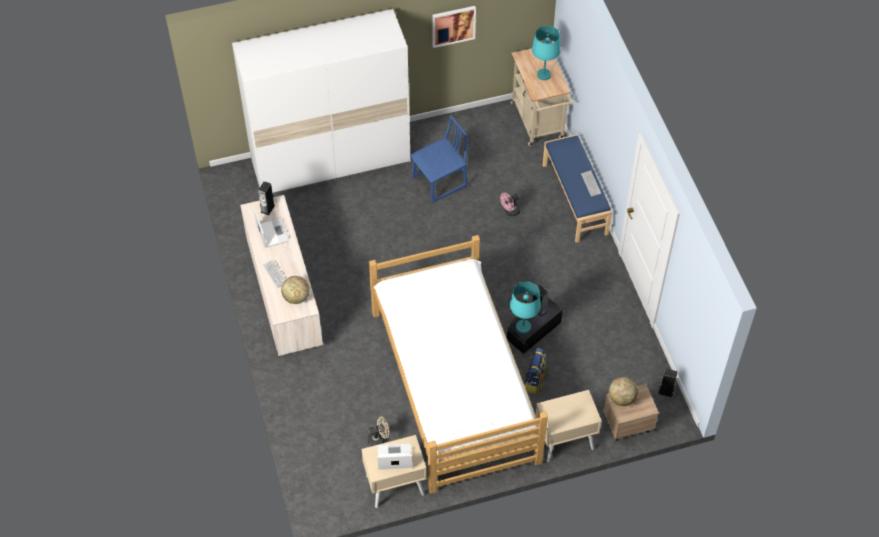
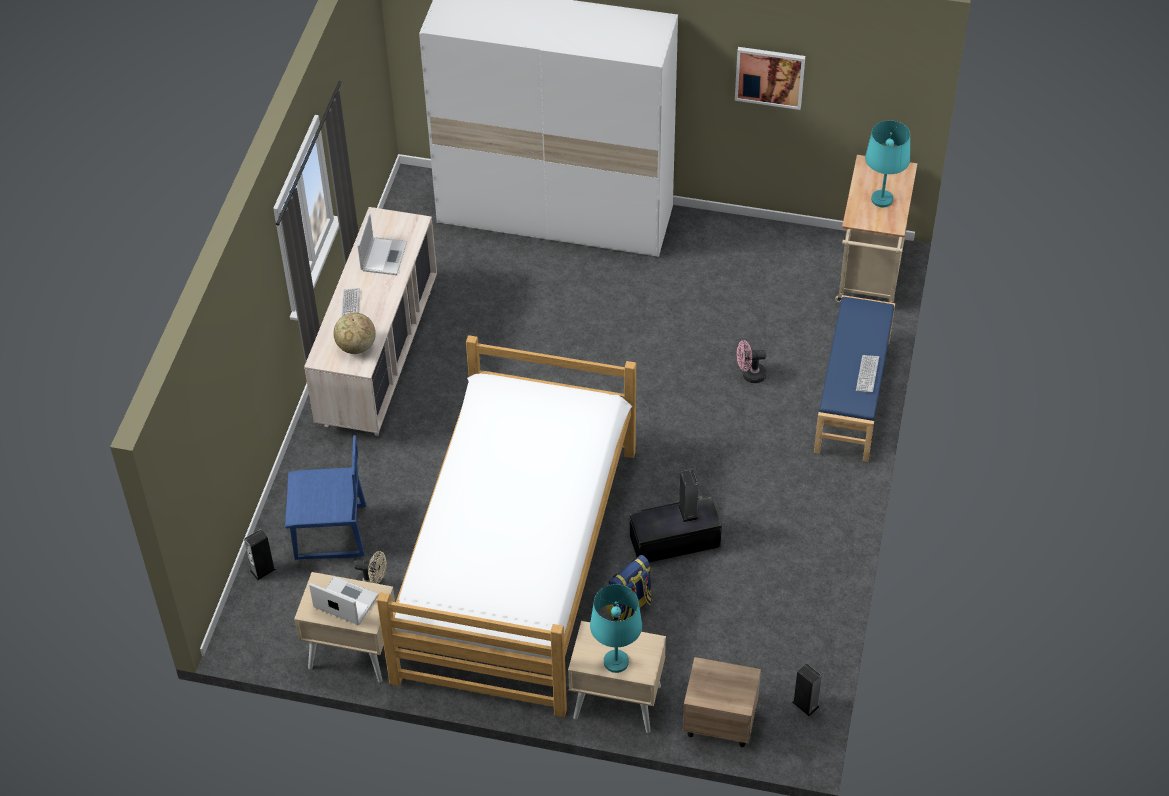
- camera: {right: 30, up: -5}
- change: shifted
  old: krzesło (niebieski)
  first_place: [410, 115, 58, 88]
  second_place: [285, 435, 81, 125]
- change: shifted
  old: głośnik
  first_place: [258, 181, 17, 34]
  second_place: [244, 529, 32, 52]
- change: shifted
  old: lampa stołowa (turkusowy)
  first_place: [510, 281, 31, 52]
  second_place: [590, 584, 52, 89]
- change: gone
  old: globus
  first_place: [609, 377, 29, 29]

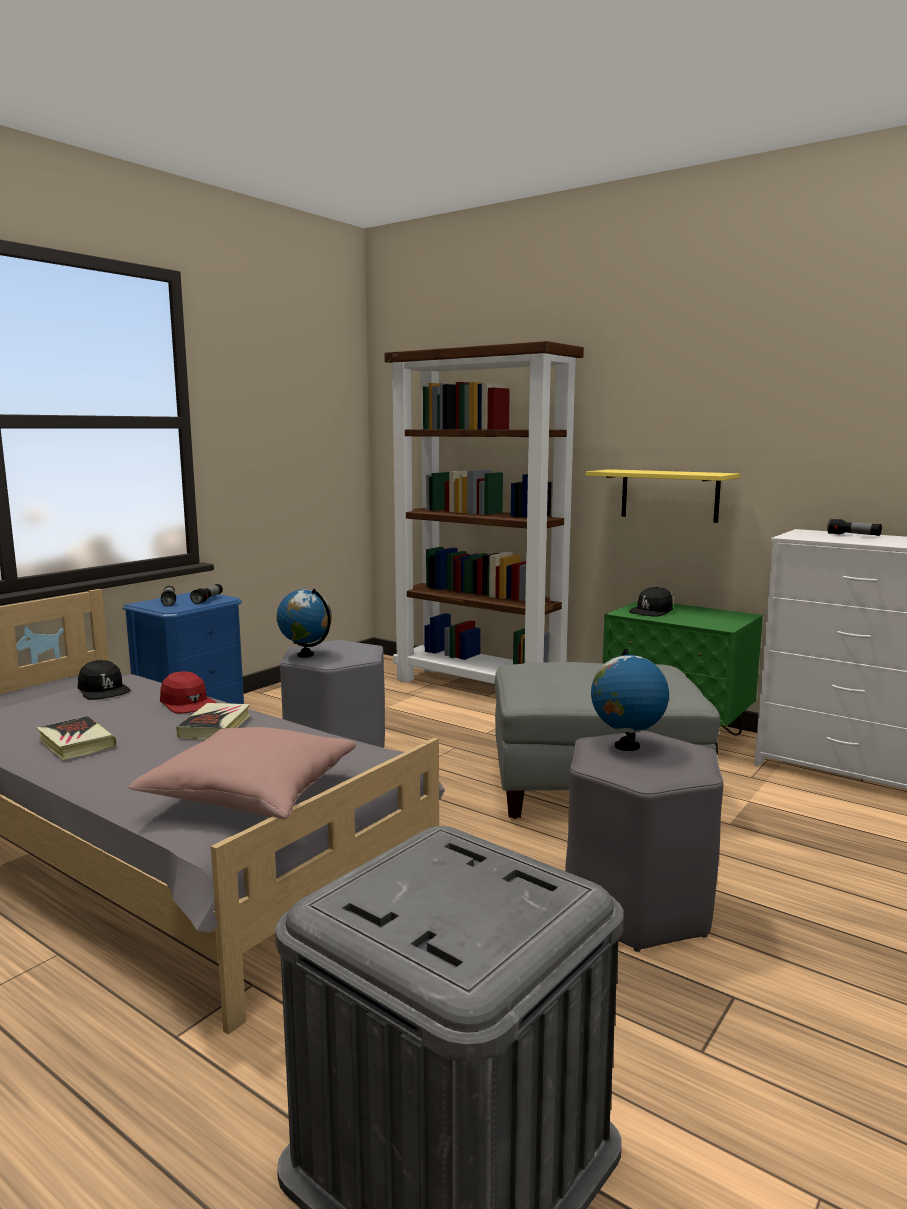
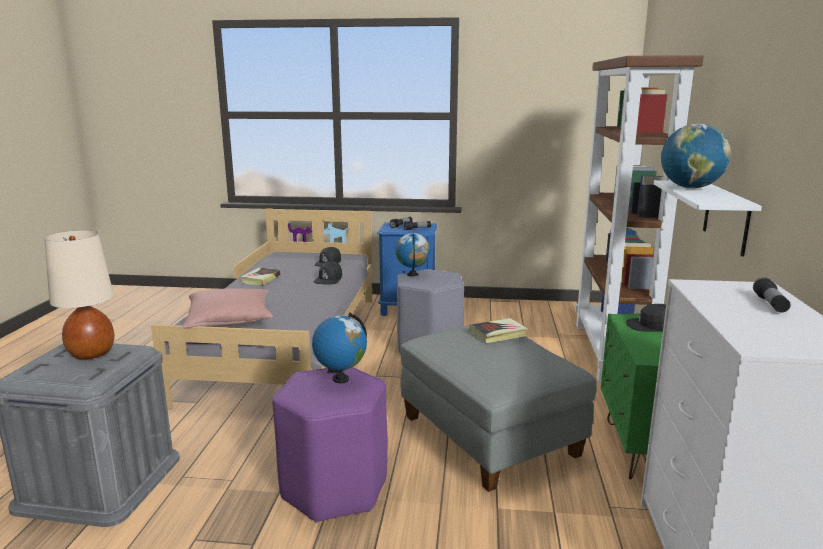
- camera: {right: 60, up: 5}
- change: repainted
  old: półka (żółty)
  new: półka (biały)
  first_place: [586, 469, 154, 54]
  second_place: [654, 180, 108, 77]
- change: repainted
  old: czapka z daszkiem (czerwony)
  new: czapka z daszkiem (czarny)
  first_place: [160, 671, 57, 43]
  second_place: [314, 262, 28, 23]
- change: shifted
  old: książka
  first_place: [176, 703, 74, 37]
  second_place: [470, 318, 57, 25]
- change: repainted
  old: stołek (szary)
  new: stołek (fioletowy)
  first_place: [565, 731, 158, 221]
  second_place: [272, 367, 116, 156]
- change: new
  new: globus
  second_place: [661, 124, 70, 64]
- change: new
  new: lampa stołowa (beżowy)
  second_place: [44, 230, 70, 130]

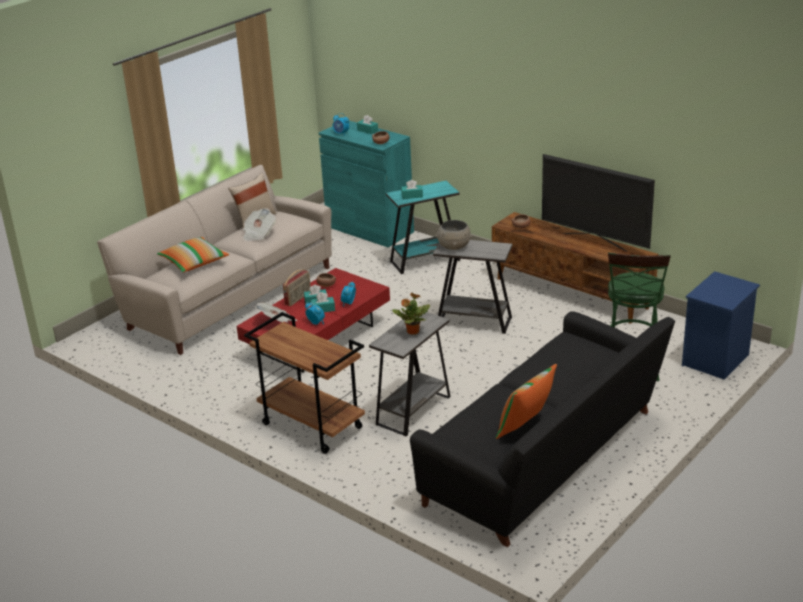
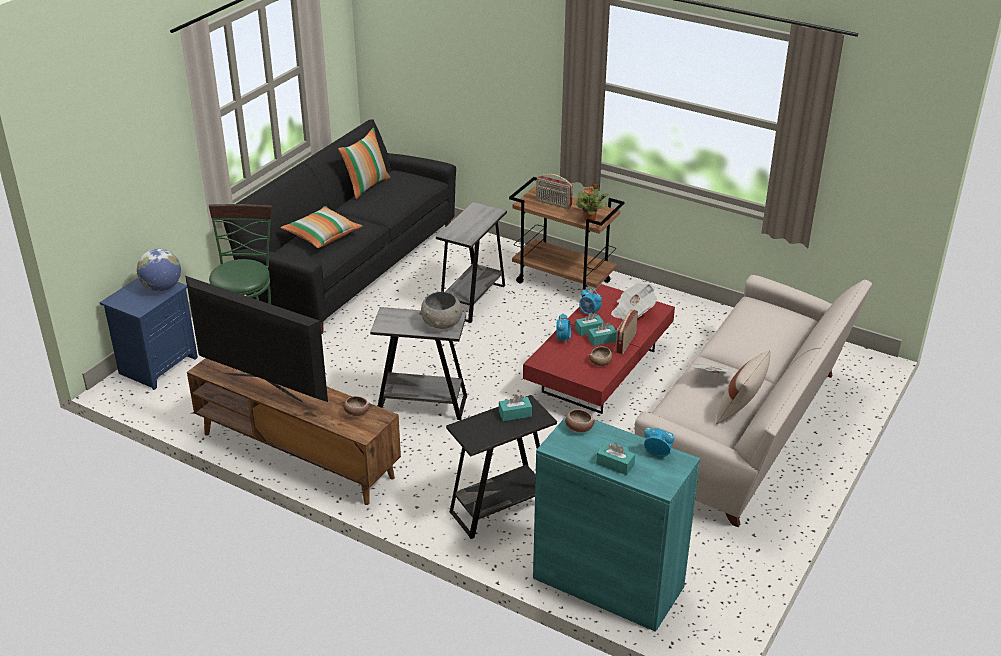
- camera: {right: 170, up: 5}
- change: repainted
  old: stolik (turkusowy)
  new: stolik (czarny)
  first_place: [386, 181, 74, 93]
  second_place: [446, 395, 111, 144]
- change: shifted
  old: poduszka
  first_place: [157, 237, 72, 36]
  second_place: [281, 206, 82, 42]
- change: shifted
  old: roślina doniczkowa
  first_place: [392, 293, 38, 42]
  second_place: [575, 183, 34, 38]
- change: new
  new: radio
  second_place: [536, 174, 37, 35]
- change: new
  new: globus
  second_place: [137, 249, 44, 42]

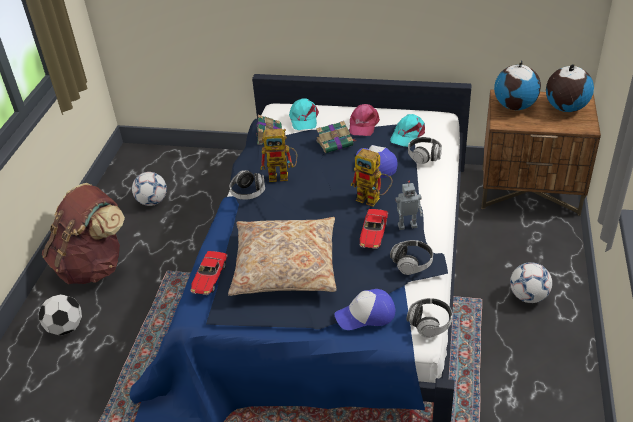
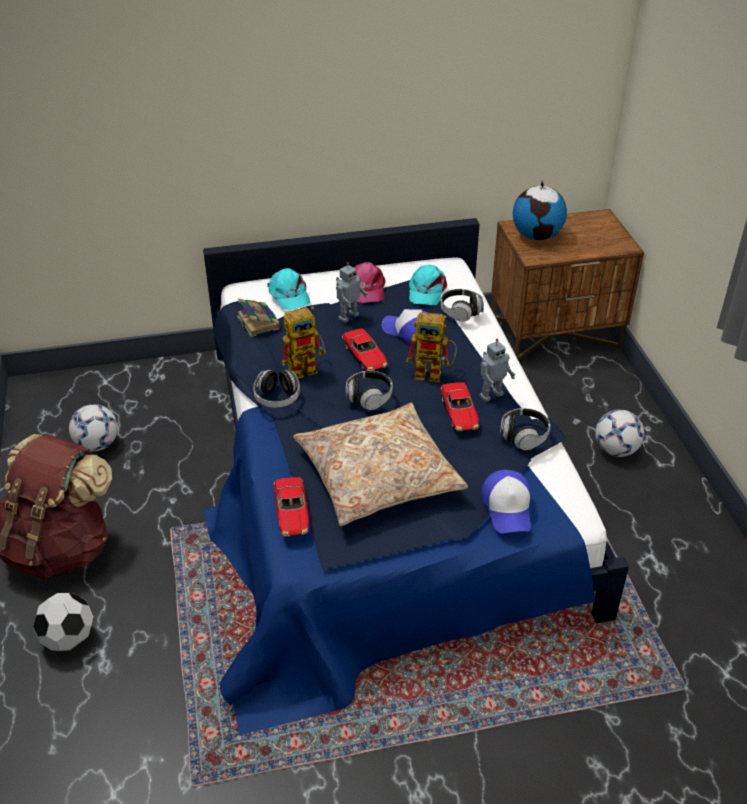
- camera: {right: -25, up: 0}
- change: gone
  old: globus
  first_place: [546, 64, 48, 48]
- change: swapped
  old: książka
  new: robot zabawkowy
  first_place: [316, 121, 41, 32]
  second_place: [336, 262, 32, 61]
- change: rotated
  old: czapka z daszkiem
  first_place: [334, 289, 61, 41]
  second_place: [482, 470, 49, 63]
  degrees: -60
- change: shifted
  old: słuchawki
  first_place: [406, 298, 47, 40]
  second_place: [346, 371, 46, 39]
- change: new
  new: samochodzik
  second_place: [342, 328, 46, 43]

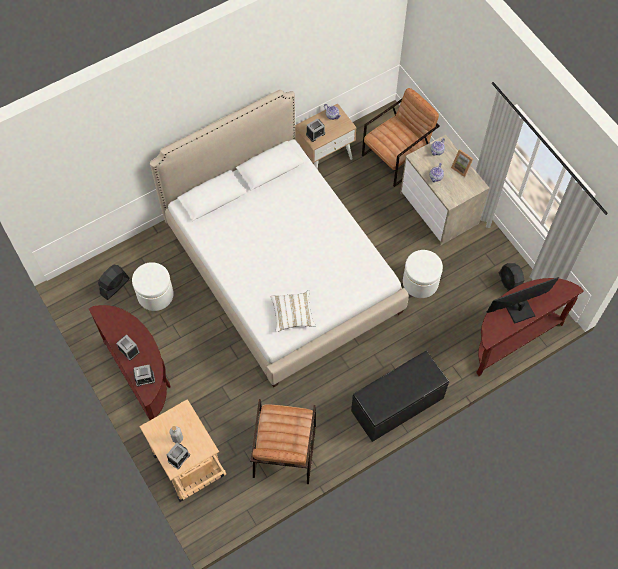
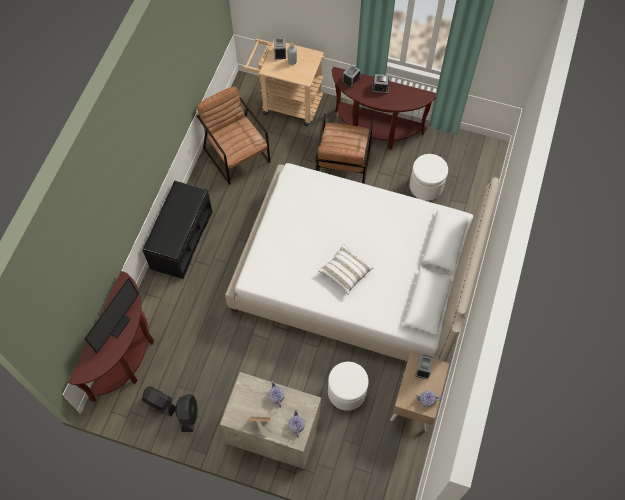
- camera: {right: 140, up: 0}
- change: shifted
  old: fotel (brązowy)
  first_place: [362, 88, 78, 99]
  second_place: [315, 113, 58, 71]
- change: shifted
  old: pufa (biały)
  first_place: [403, 250, 40, 48]
  second_place: [328, 362, 41, 49]
- change: shifted
  old: wentylator (czarny)
  first_place: [98, 265, 31, 35]
  second_place: [175, 394, 23, 38]
- change: shifted
  old: poduszka (biały)
  first_place: [270, 290, 46, 42]
  second_place: [318, 244, 56, 51]

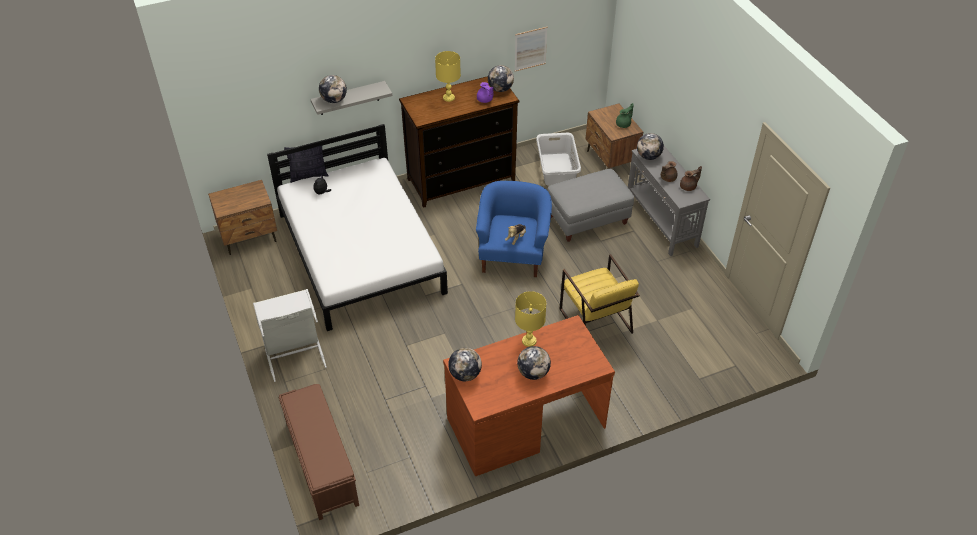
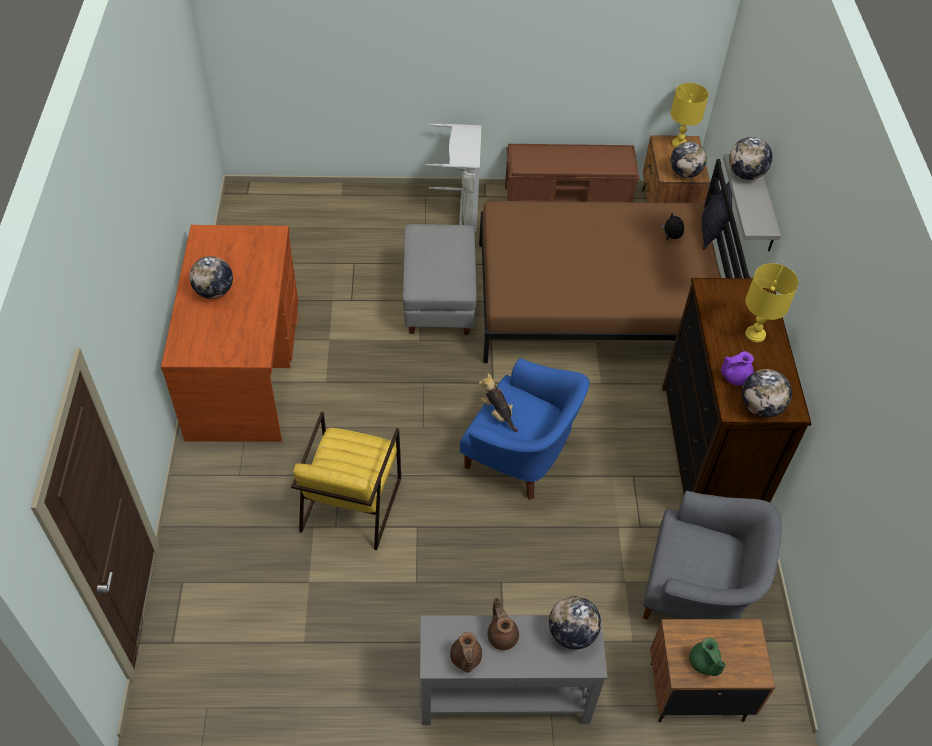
- camera: {right: 110, up: 5}
- change: gone
  old: obraz
  first_place: [515, 27, 33, 44]
- change: repainted
  old: łóżko (biały)
  new: łóżko (brązowy)
  first_place: [267, 124, 181, 207]
  second_place: [479, 159, 271, 204]
- change: swapped
  old: kosz na pranie (szary)
  new: fotel (szary)
  first_place: [536, 133, 45, 53]
  second_place: [643, 491, 139, 129]
- change: shifted
  old: pufa (szary)
  first_place: [547, 169, 87, 73]
  second_place: [403, 224, 74, 111]
- change: rotated
  old: fotel (żółty)
  first_place: [560, 254, 80, 80]
  second_place: [291, 412, 110, 138]
  degrees: -75
- change: shifted
  old: lampa stołowa (żółty)
  first_place: [515, 291, 31, 56]
  second_place: [670, 83, 39, 65]
- change: shifted
  old: globus
  first_place: [448, 348, 34, 33]
  second_place: [670, 141, 37, 37]
- change: shifted
  old: ławka (brązowy)
  first_place: [278, 384, 81, 136]
  second_place: [505, 144, 135, 58]

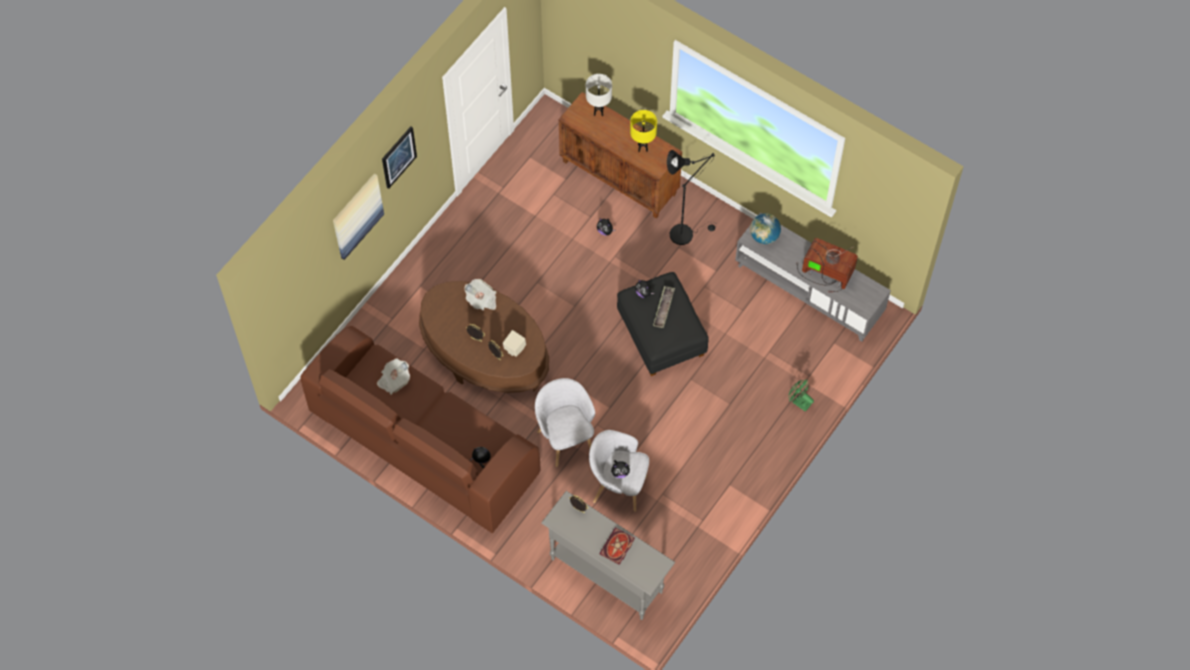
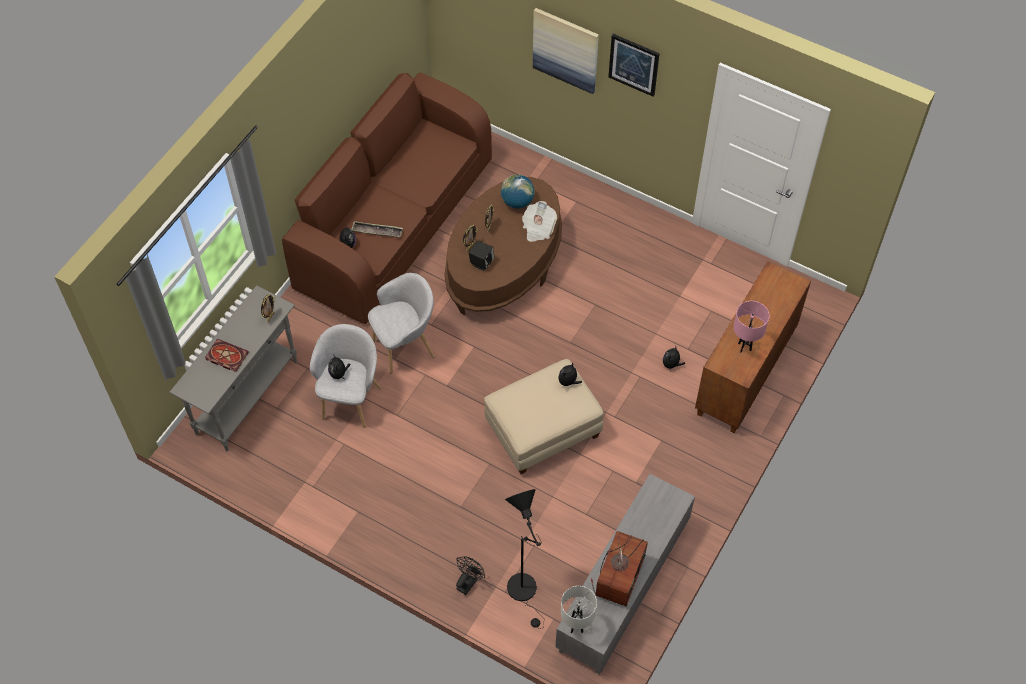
- camera: {right: 85, up: -5}
- change: shifted
  old: lampa stołowa (biały)
  first_place: [586, 74, 26, 42]
  second_place: [561, 586, 36, 47]
- change: repainted
  old: lampa stołowa (żółty)
  new: lampa stołowa (różowy)
  first_place: [630, 110, 27, 42]
  second_place: [734, 301, 35, 51]
- change: shifted
  old: lampa stojąca (czarny)
  first_place: [667, 150, 50, 95]
  second_place: [505, 489, 39, 140]
- change: shifted
  old: globus
  first_place: [750, 214, 31, 30]
  second_place: [501, 175, 34, 34]
- change: repainted
  old: pufa (czarny)
  new: pufa (beżowy)
  first_place: [617, 272, 91, 104]
  second_place: [484, 359, 120, 115]
- change: shifted
  old: taca
  first_place: [653, 286, 22, 42]
  second_place: [351, 221, 52, 16]
- change: repainted
  old: głośnik (beżowy)
  new: głośnik (czarny)
  first_place: [503, 330, 23, 27]
  second_place: [469, 241, 26, 30]
- change: gone
  old: gazeta
  first_place: [377, 358, 33, 37]
- change: repainted
  old: wentylator (zielony)
  new: wentylator (czarny)
  first_place: [789, 380, 25, 32]
  second_place: [456, 556, 29, 39]

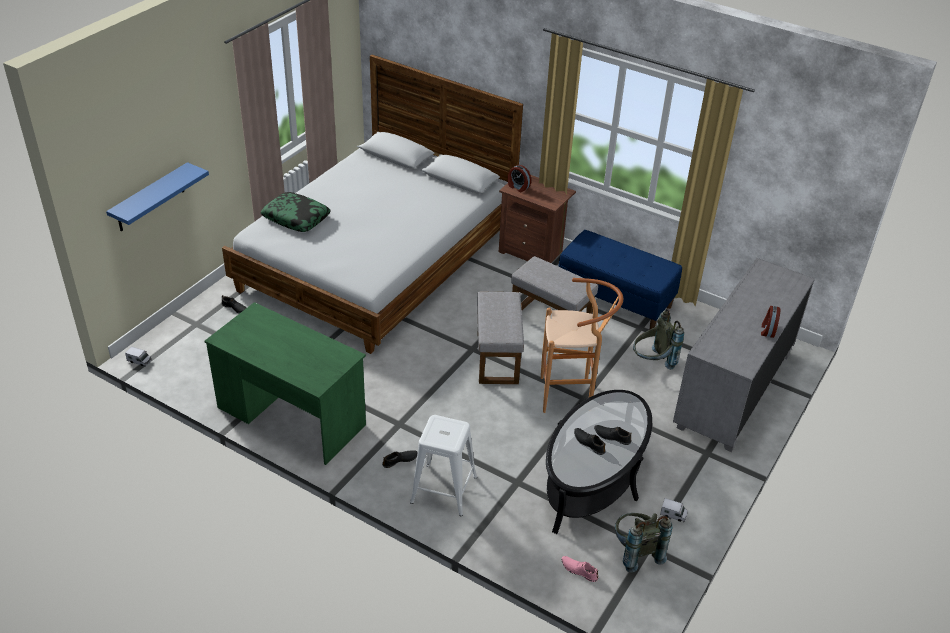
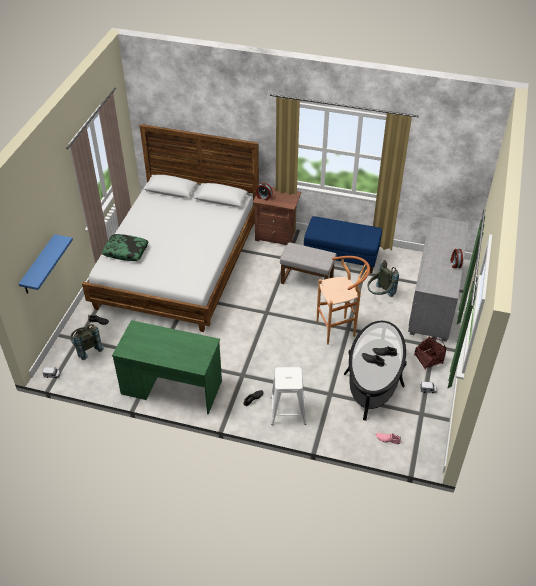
- camera: {right: -15, up: 5}
- change: gone
  old: pufa (szary)
  first_place: [477, 292, 47, 92]
- change: shifted
  old: plecak (szary)
  first_place: [615, 513, 57, 60]
  second_place: [70, 324, 34, 36]
- change: new
  new: koszyk
  second_place: [414, 336, 32, 34]

